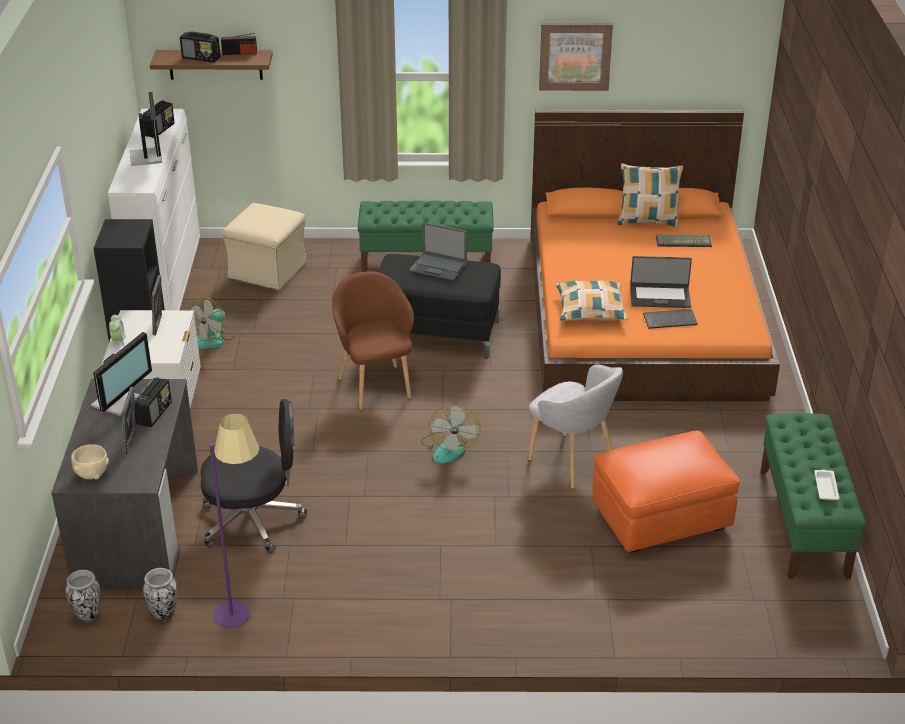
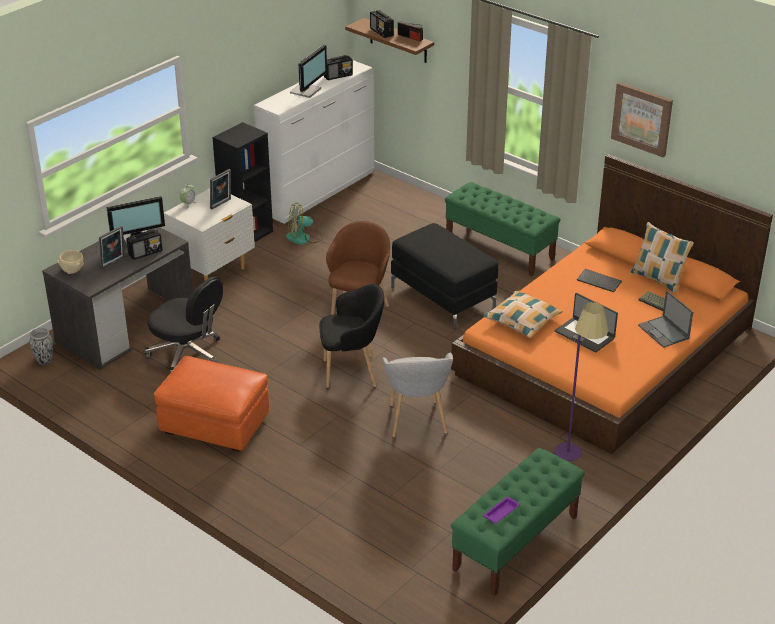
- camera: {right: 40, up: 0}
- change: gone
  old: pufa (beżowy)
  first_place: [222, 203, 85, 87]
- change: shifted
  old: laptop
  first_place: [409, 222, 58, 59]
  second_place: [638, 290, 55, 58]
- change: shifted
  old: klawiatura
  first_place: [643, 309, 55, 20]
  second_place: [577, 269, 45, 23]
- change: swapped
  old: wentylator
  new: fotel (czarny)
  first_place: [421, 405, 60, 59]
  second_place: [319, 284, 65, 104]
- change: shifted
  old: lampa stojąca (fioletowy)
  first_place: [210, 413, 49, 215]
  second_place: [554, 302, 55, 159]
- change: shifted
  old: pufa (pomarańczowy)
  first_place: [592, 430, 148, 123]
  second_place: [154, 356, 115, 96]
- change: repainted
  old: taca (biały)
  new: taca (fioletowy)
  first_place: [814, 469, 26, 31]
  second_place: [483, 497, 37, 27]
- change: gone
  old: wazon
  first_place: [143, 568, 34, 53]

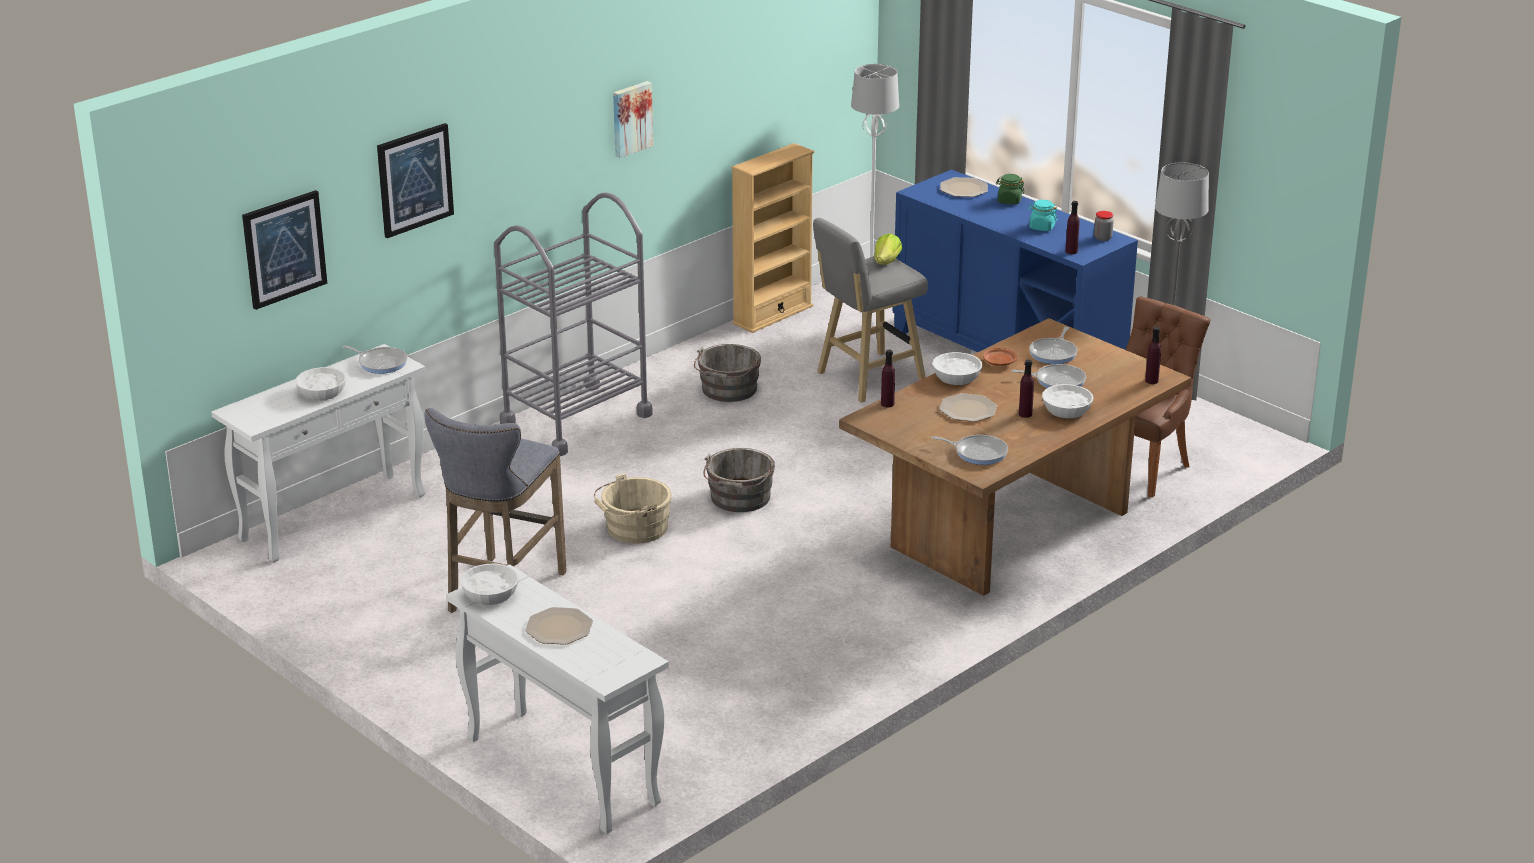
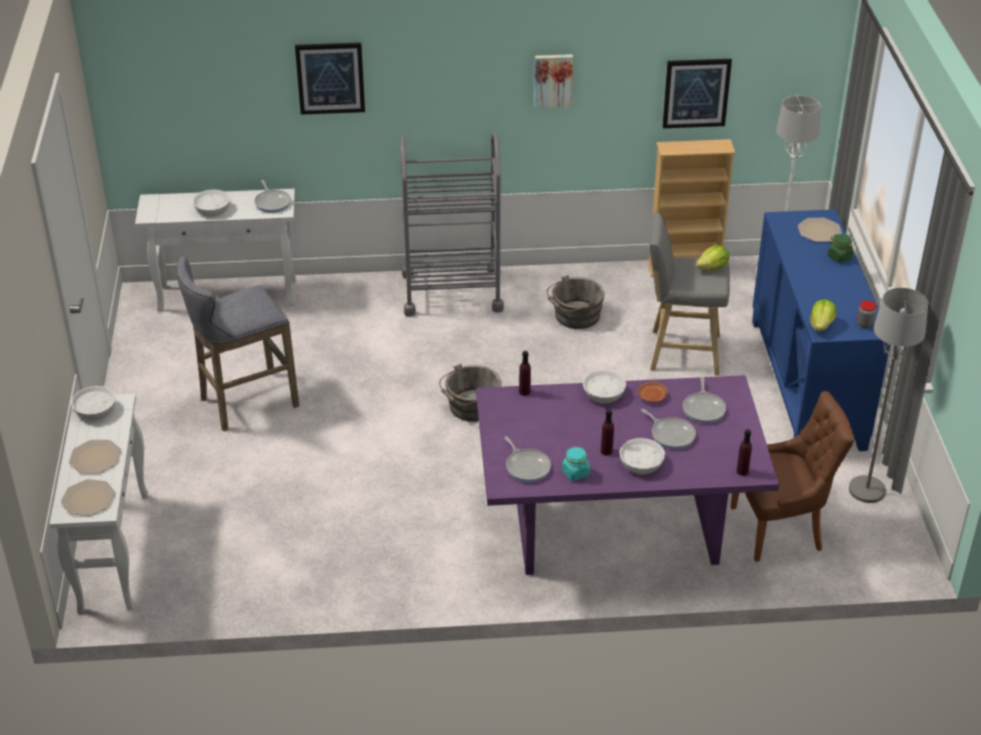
- camera: {right: 40, up: 10}
- change: shifted
  old: obraz
  first_place: [242, 190, 85, 120]
  second_place: [662, 59, 70, 69]
- change: shifted
  old: słoik (turkusowy)
  first_place: [1028, 200, 30, 31]
  second_place: [562, 447, 28, 34]
- change: swapped
  old: butelka (fioletowy)
  new: sałata
  first_place: [1066, 201, 14, 53]
  second_place: [810, 299, 26, 32]
- change: repainted
  old: stół jadalny (brązowy)
  new: stół jadalny (fioletowy)
  first_place: [839, 318, 352, 278]
  second_place: [476, 375, 303, 200]
- change: rotated
  old: patelnia
  first_place: [1029, 327, 49, 37]
  second_place: [683, 377, 43, 46]
  degrees: -60
- change: shifted
  old: talerz
  first_place: [939, 393, 58, 29]
  second_place: [61, 479, 55, 37]
- change: gone
  old: wiadro (beżowy)
  first_place: [594, 473, 78, 71]

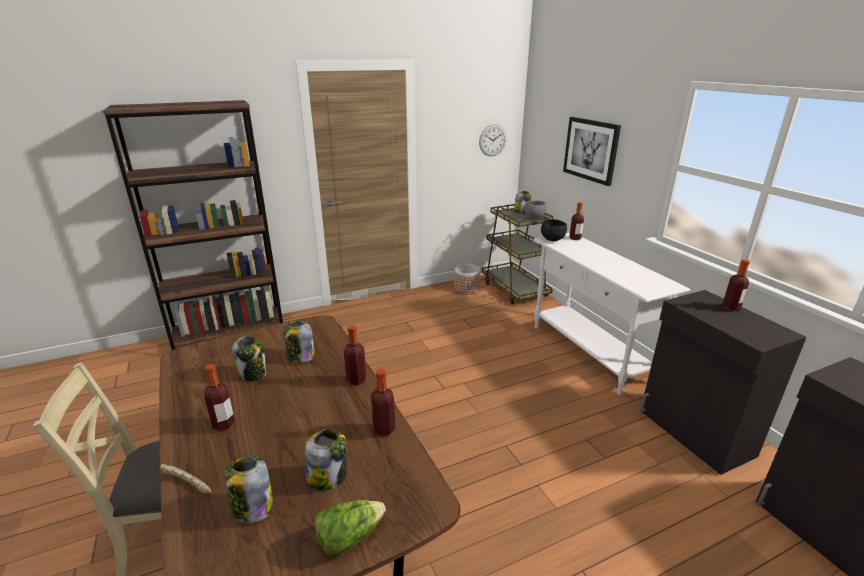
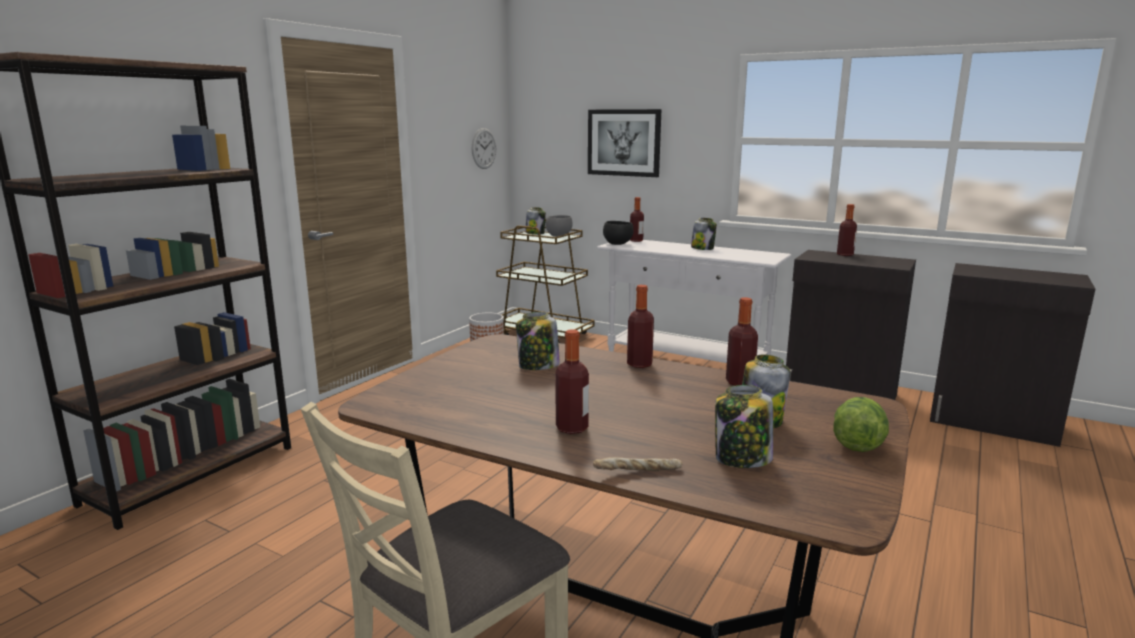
- camera: {right: -35, up: -10}
- change: shifted
  old: słoik
  first_place: [232, 336, 36, 45]
  second_place: [691, 218, 26, 32]

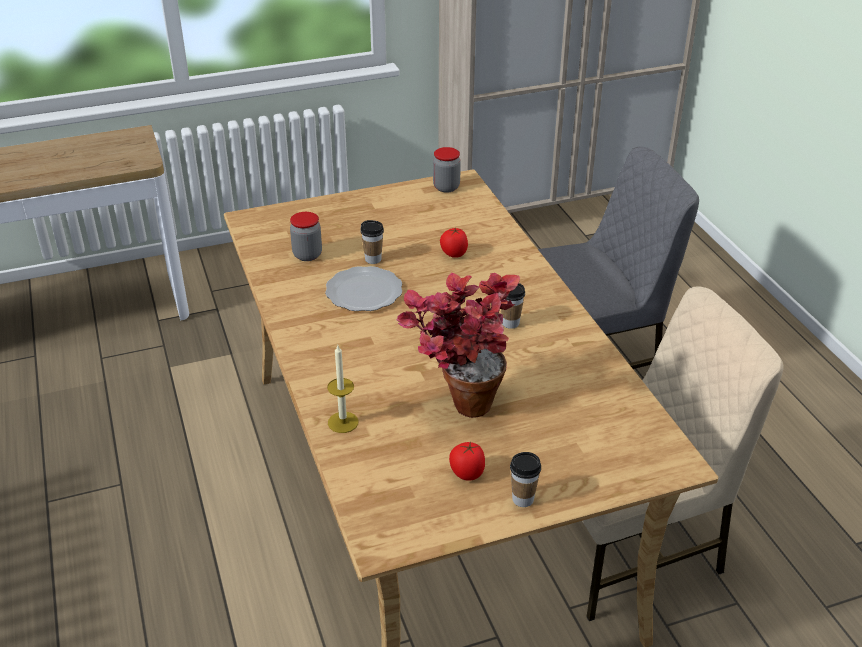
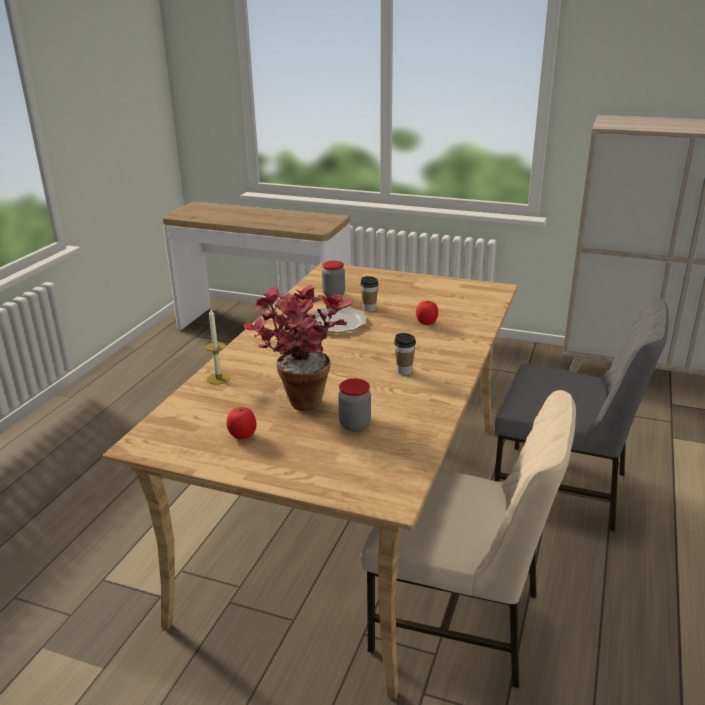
- camera: {right: 40, up: -10}
- change: shifted
  old: słoik
  first_place: [433, 147, 28, 46]
  second_place: [338, 379, 33, 53]
- change: gone
  old: filiżanka
  first_place: [510, 452, 31, 55]

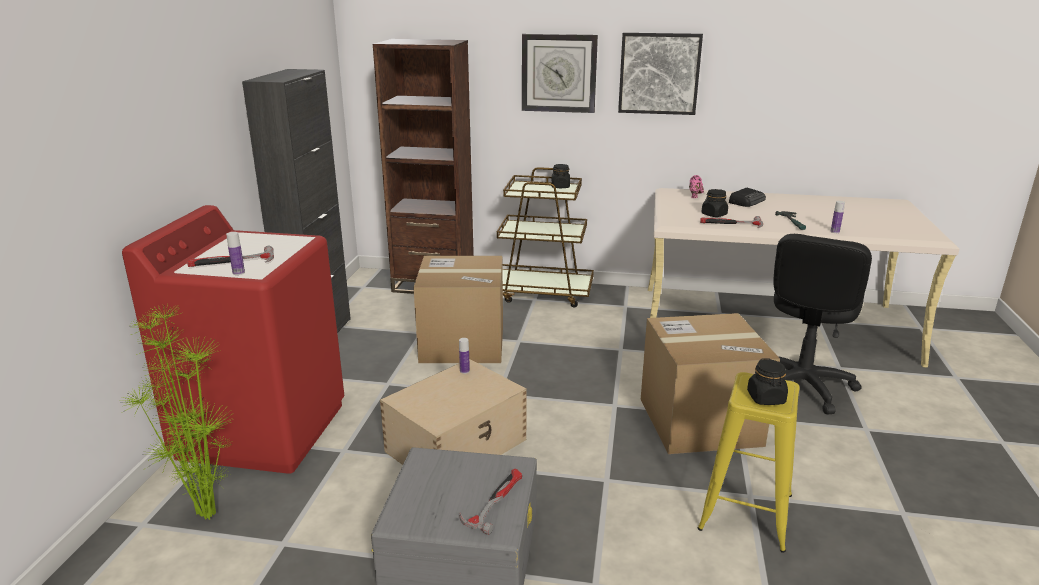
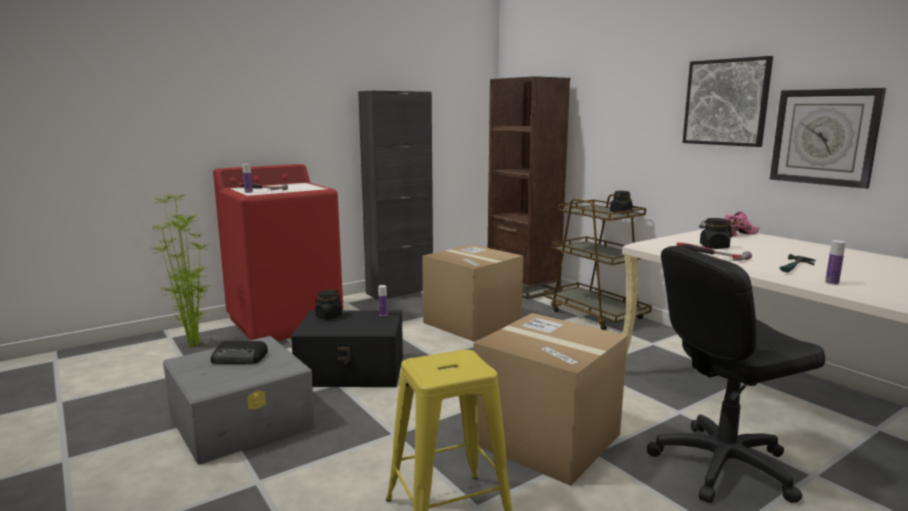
- camera: {right: 45, up: -10}
- change: shifted
  old: zegar ścienny
  first_place: [522, 34, 76, 79]
  second_place: [770, 88, 116, 101]
- change: shifted
  old: radio
  first_place: [729, 188, 37, 19]
  second_place: [211, 341, 57, 23]
- change: shifted
  old: słoik (czarny)
  first_place: [747, 358, 41, 47]
  second_place: [315, 290, 27, 29]
- change: repainted
  old: pojemnik do przechowywania (beżowy)
  new: pojemnik do przechowywania (czarny)
  first_place: [380, 359, 147, 106]
  second_place: [291, 310, 112, 77]
- change: gone
  old: młotek
  first_place: [459, 468, 63, 67]

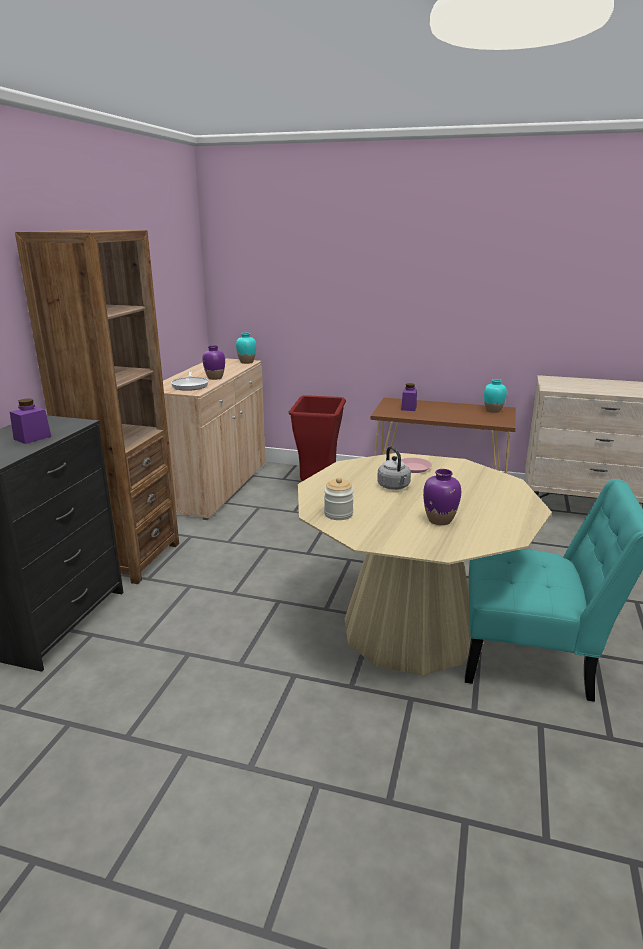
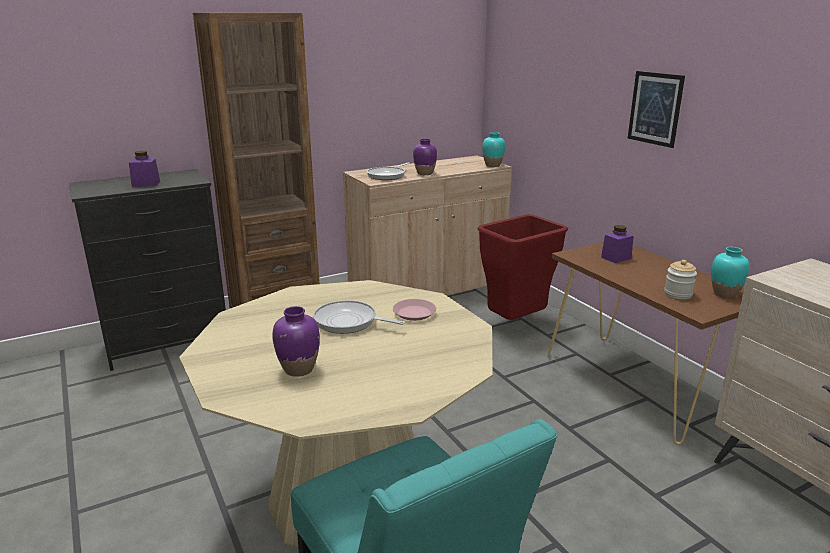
- camera: {right: 45, up: 0}
- change: swapped
  old: czajnik (szary)
  new: patelnia
  first_place: [377, 446, 34, 44]
  second_place: [313, 300, 92, 34]
- change: shifted
  old: słoik
  first_place: [324, 477, 30, 43]
  second_place: [664, 260, 33, 39]
- change: new
  new: obraz
  second_place: [628, 71, 57, 77]

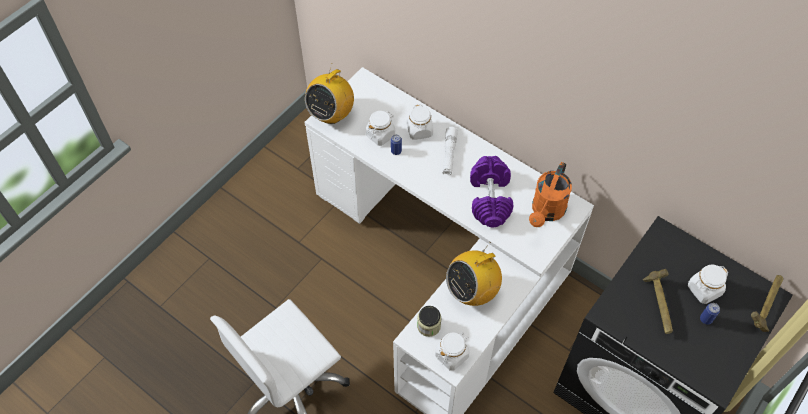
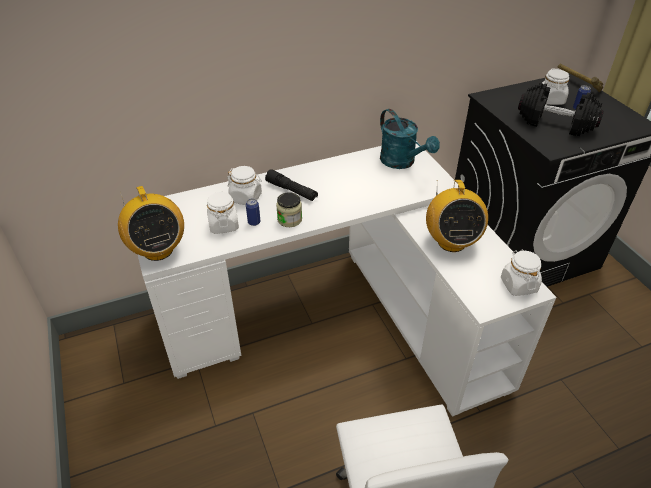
- camera: {right: -60, up: -15}
- change: repainted
  old: latarka (biały)
  new: latarka (czarny)
  first_place: [443, 127, 15, 48]
  second_place: [265, 169, 53, 32]
- change: gone
  old: hantel (fioletowy)
  first_place: [470, 156, 43, 71]
- change: repainted
  old: konewka (pomarańczowy)
  new: konewka (turkusowy)
  first_place: [529, 162, 43, 65]
  second_place: [380, 109, 60, 60]
- change: swapped
  old: młotek
  new: hantel (czarny)
  first_place: [643, 269, 30, 65]
  second_place: [518, 83, 86, 53]
- change: shifted
  old: słoik
  first_place: [417, 306, 24, 31]
  second_place: [276, 192, 26, 35]

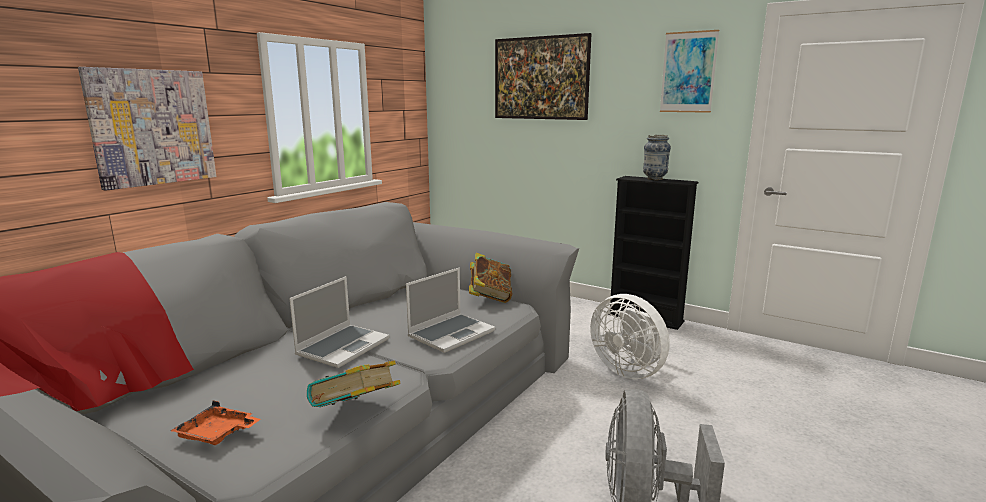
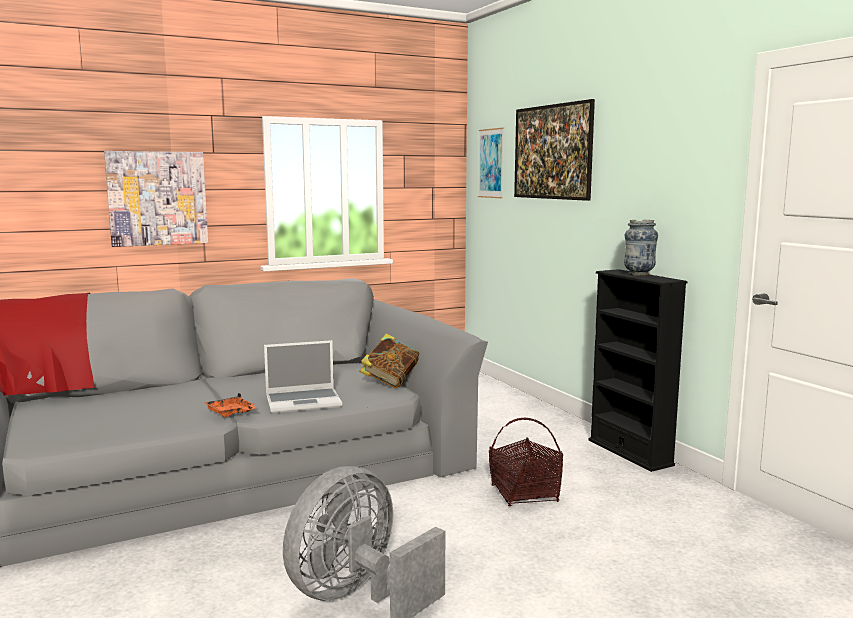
- camera: {right: 30, up: -5}
- change: shifted
  old: obraz
  first_place: [660, 30, 59, 83]
  second_place: [478, 127, 26, 71]
- change: gone
  old: laptop
  first_place: [289, 276, 101, 92]
- change: swapped
  old: wentylator (biały)
  new: koszyk
  first_place: [590, 294, 80, 85]
  second_place: [489, 418, 74, 88]
- change: gone
  old: książka
  first_place: [307, 361, 94, 46]
- change: shifted
  old: taca (pomarańczowy)
  first_place: [170, 401, 90, 44]
  second_place: [205, 393, 51, 24]

